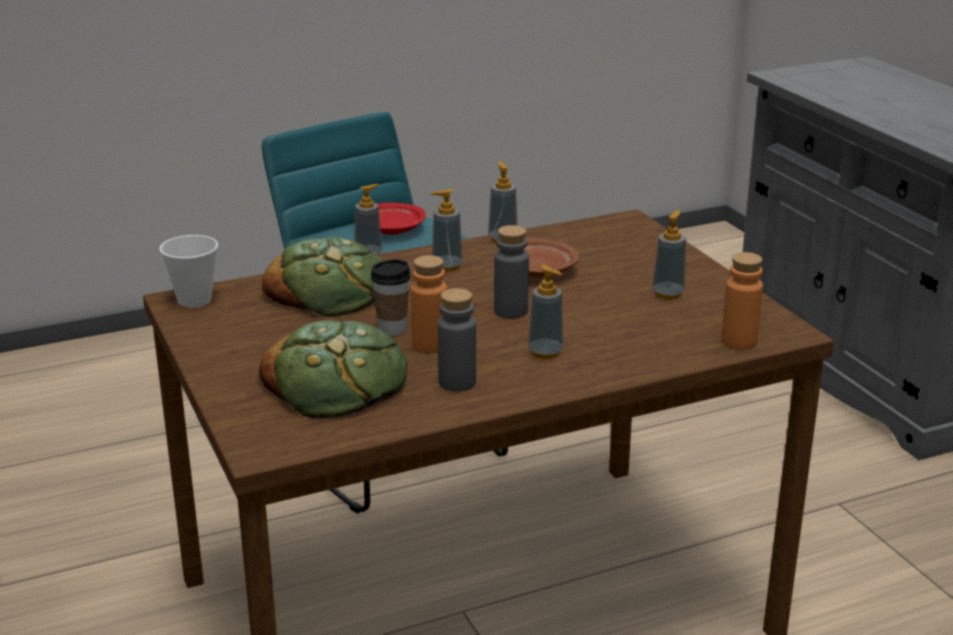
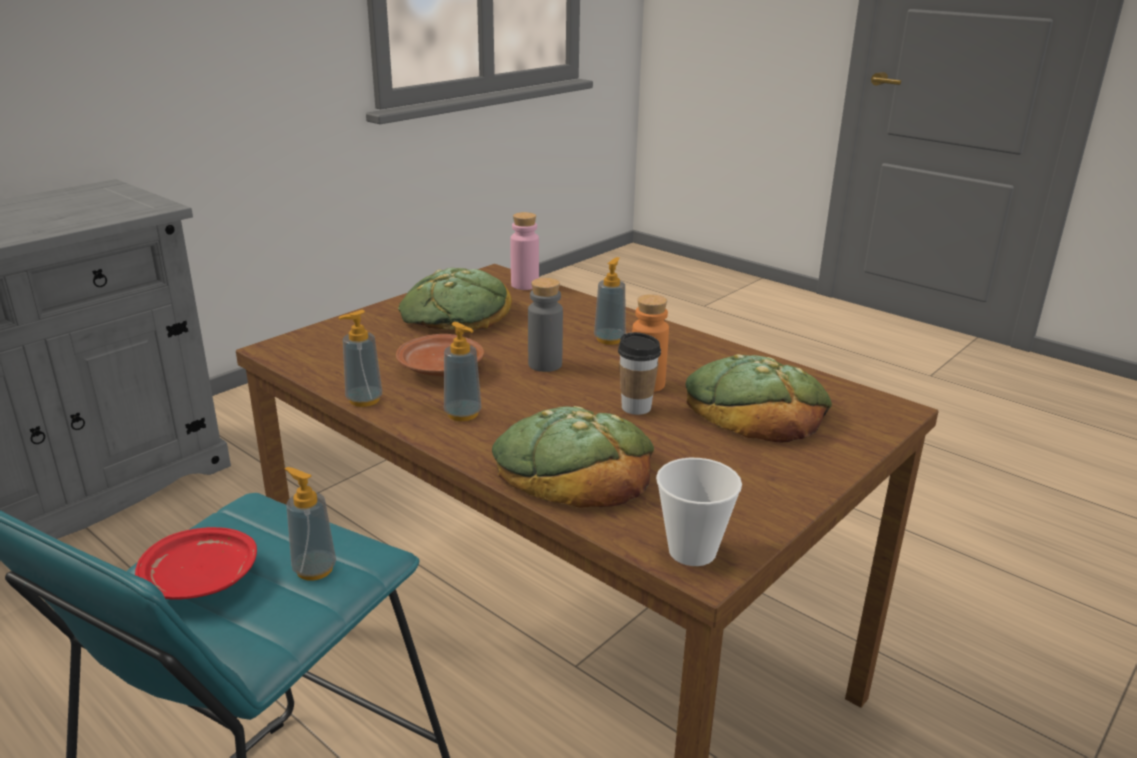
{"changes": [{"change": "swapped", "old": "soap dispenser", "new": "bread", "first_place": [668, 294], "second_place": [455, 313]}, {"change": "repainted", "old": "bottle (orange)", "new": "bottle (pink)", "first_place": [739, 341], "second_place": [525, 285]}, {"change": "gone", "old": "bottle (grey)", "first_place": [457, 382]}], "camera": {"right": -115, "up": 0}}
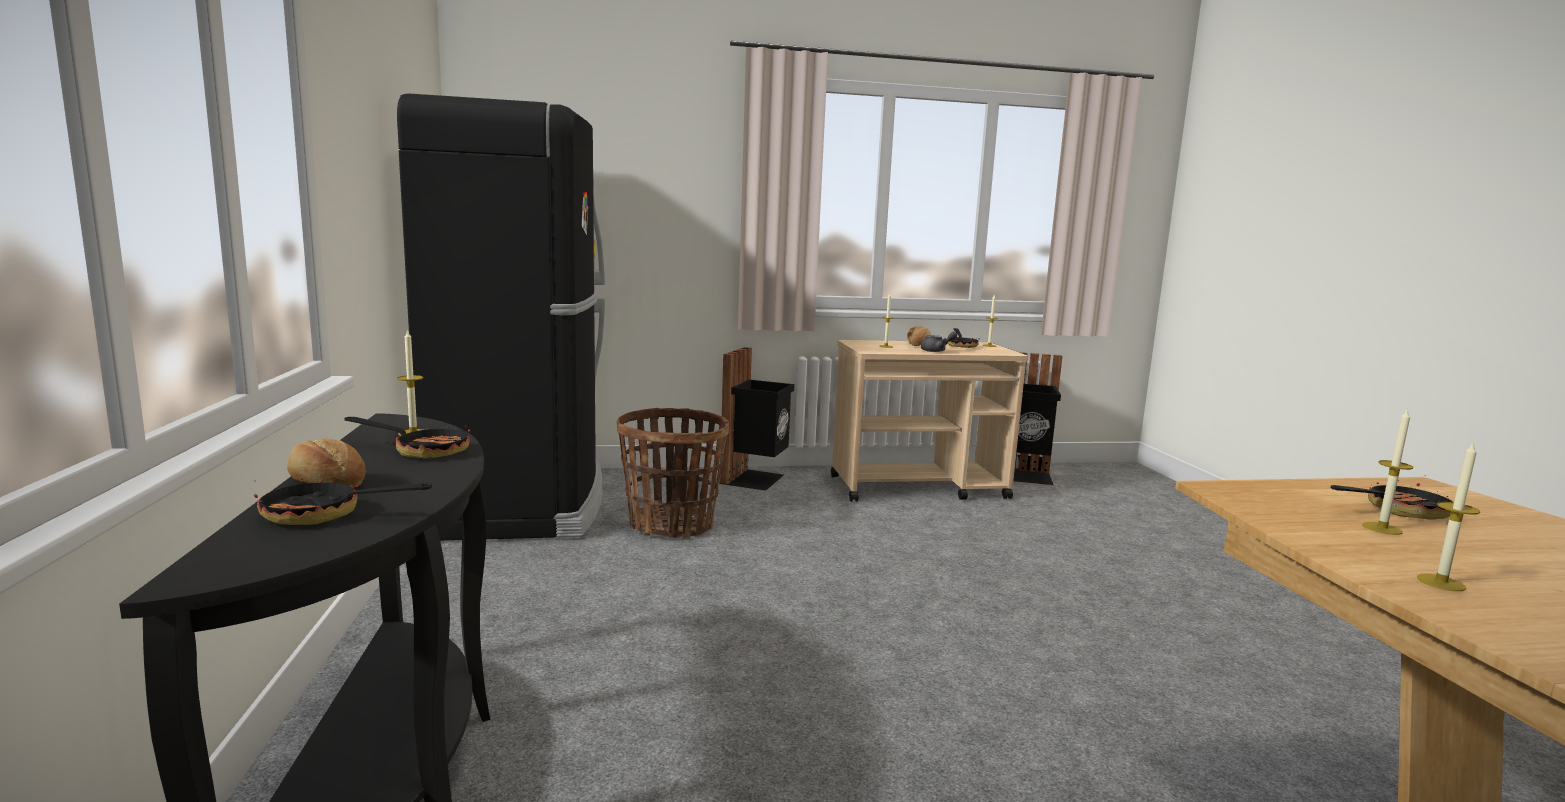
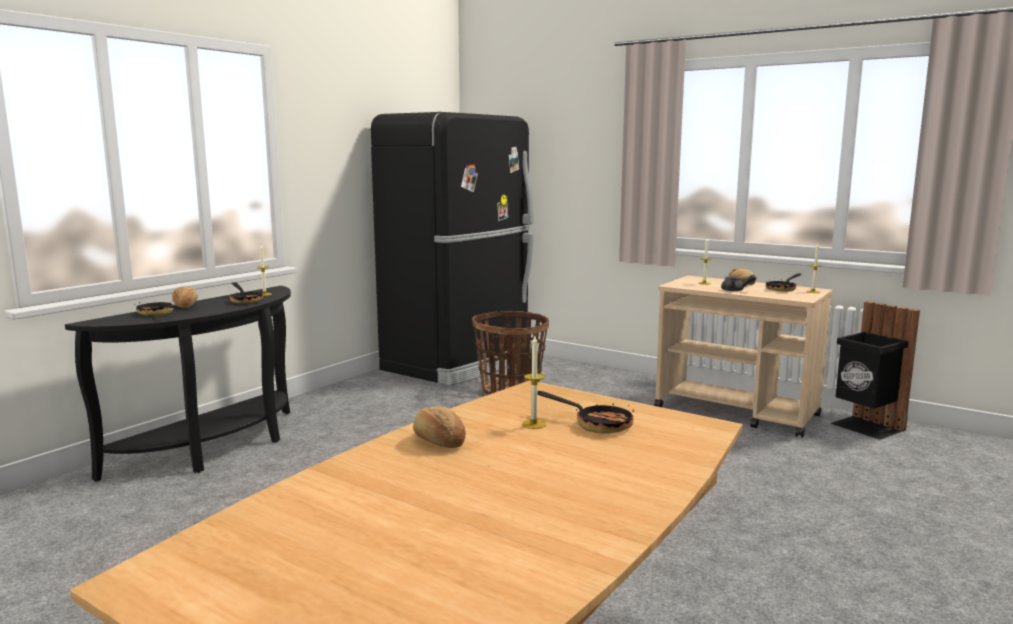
{"changes": [{"change": "swapped", "old": "candle", "new": "bread", "first_place": [1441, 582], "second_place": [438, 442]}, {"change": "gone", "old": "trash can (black)", "first_place": [756, 479]}], "camera": {"right": 45, "up": 0}}
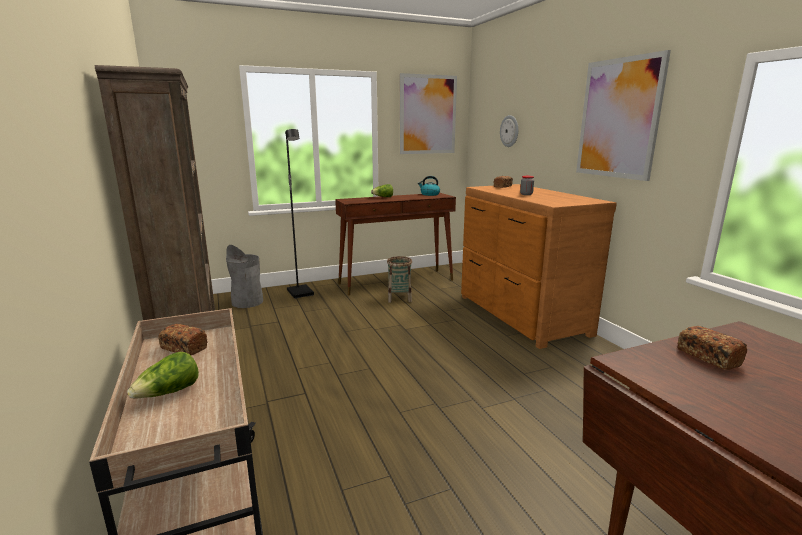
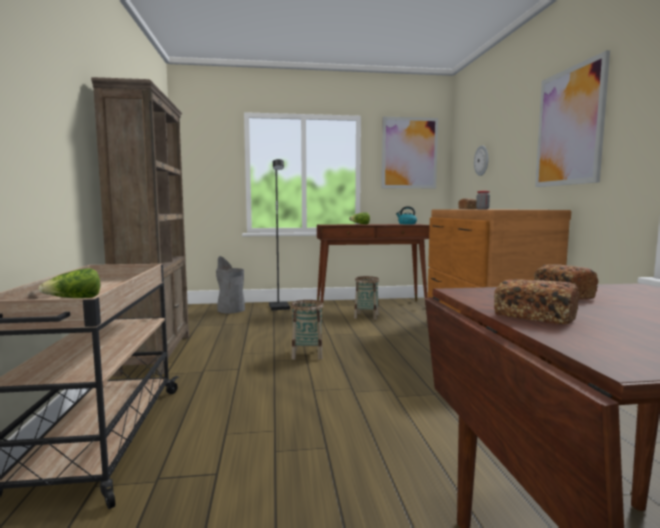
{"changes": [{"change": "new", "new": "basket", "second_place": [307, 354]}, {"change": "shifted", "old": "bread", "first_place": [184, 348], "second_place": [534, 317]}], "camera": {"right": 15, "up": -10}}
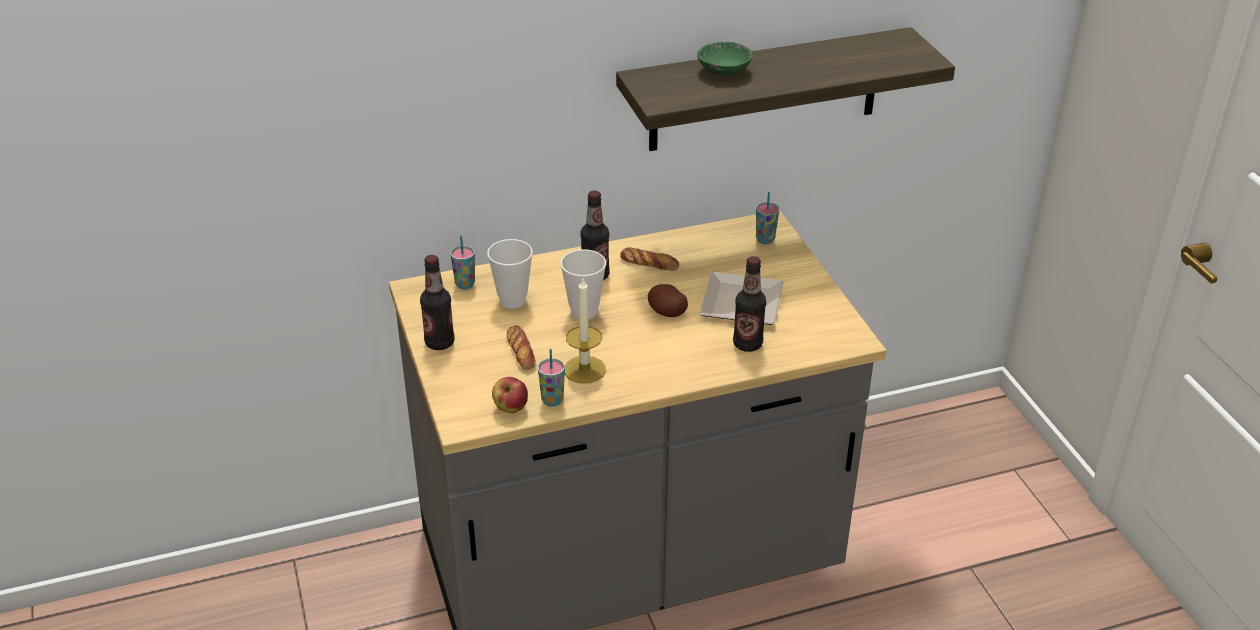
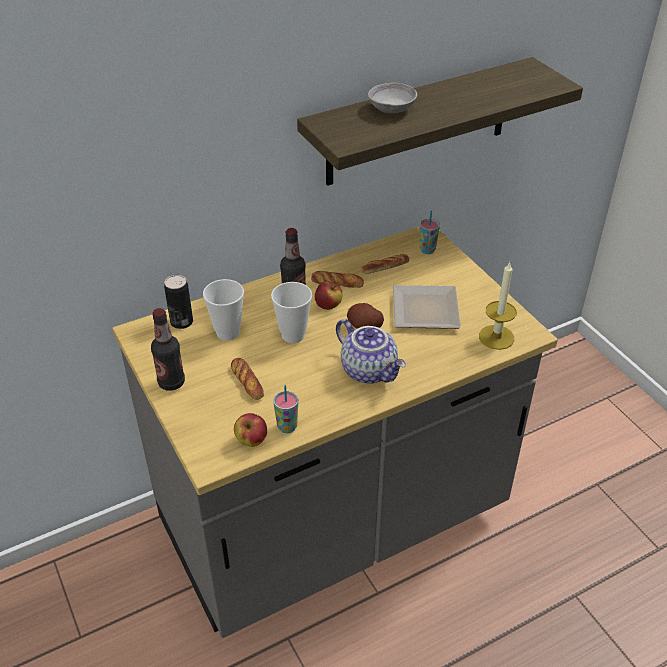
{"changes": [{"change": "swapped", "old": "cup", "new": "can", "first_place": [465, 284], "second_place": [181, 322]}, {"change": "new", "new": "apple", "second_place": [328, 306]}, {"change": "new", "new": "teapot", "second_place": [370, 370]}, {"change": "new", "new": "bread", "second_place": [385, 267]}, {"change": "repainted", "old": "bowl (green)", "new": "bowl (grey)", "first_place": [724, 71], "second_place": [391, 109]}, {"change": "shifted", "old": "candle", "first_place": [584, 369], "second_place": [496, 337]}, {"change": "gone", "old": "bottle", "first_place": [747, 344]}], "camera": {"right": -10, "up": 5}}
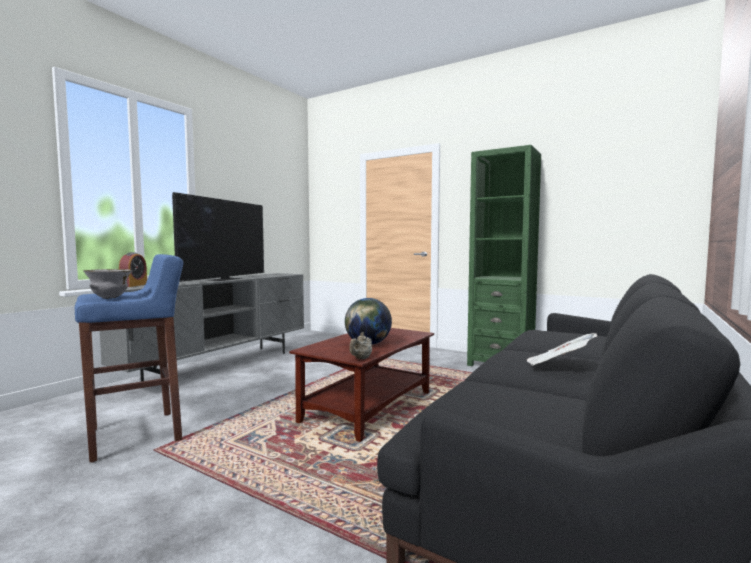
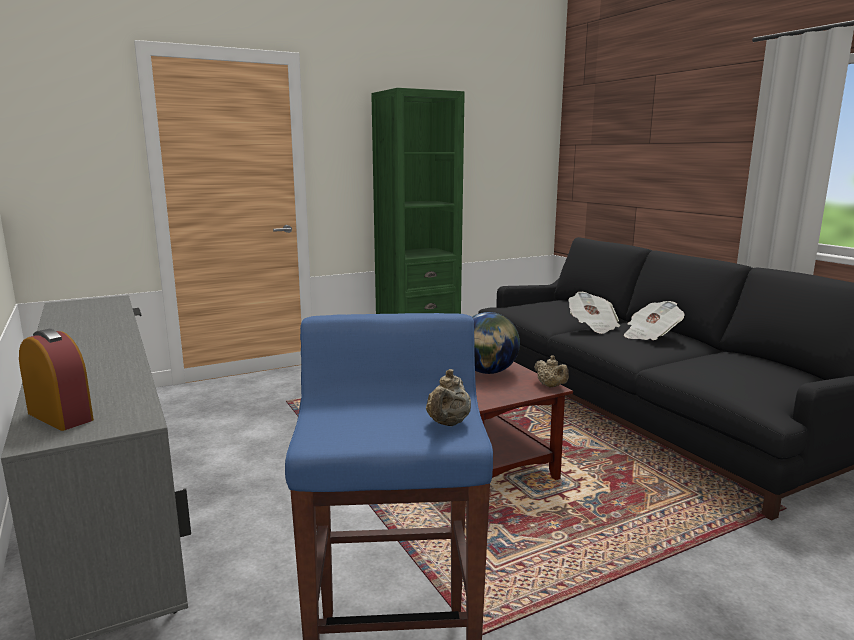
{"changes": [{"change": "swapped", "old": "bowl (grey)", "new": "teapot (beige)", "first_place": [109, 298], "second_place": [447, 423]}, {"change": "new", "new": "newspaper", "second_place": [593, 326]}, {"change": "gone", "old": "television", "first_place": [225, 279]}], "camera": {"right": -60, "up": 10}}
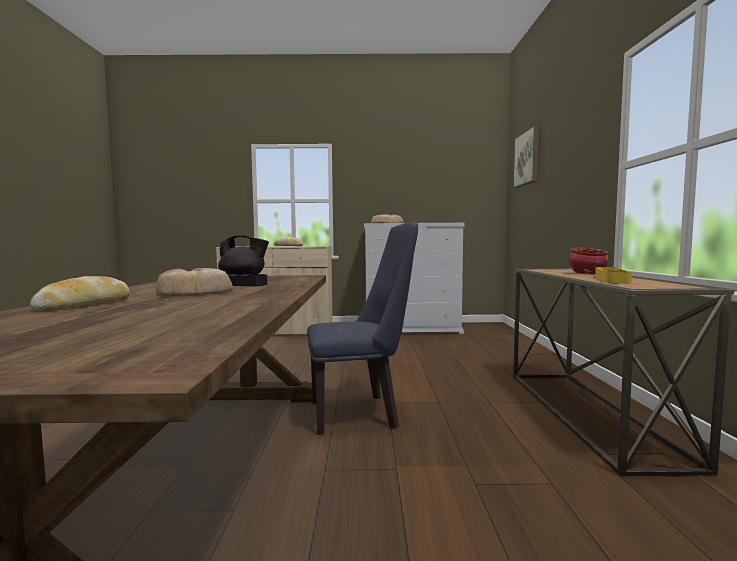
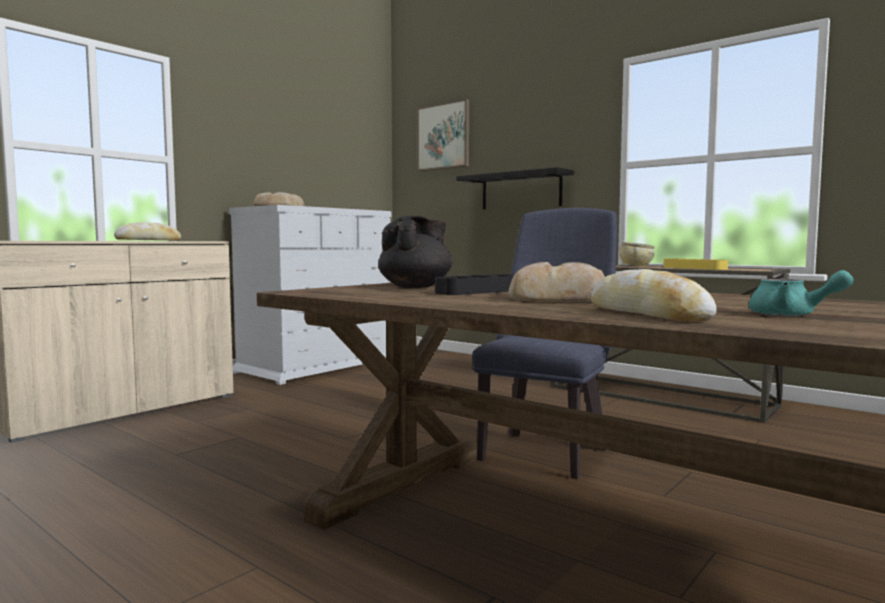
{"changes": [{"change": "new", "new": "shelf (black)", "second_place": [521, 191]}, {"change": "repainted", "old": "bowl (red)", "new": "bowl (beige)", "first_place": [587, 273], "second_place": [635, 266]}, {"change": "new", "new": "teapot (turquoise)", "second_place": [791, 315]}], "camera": {"right": -50, "up": 0}}
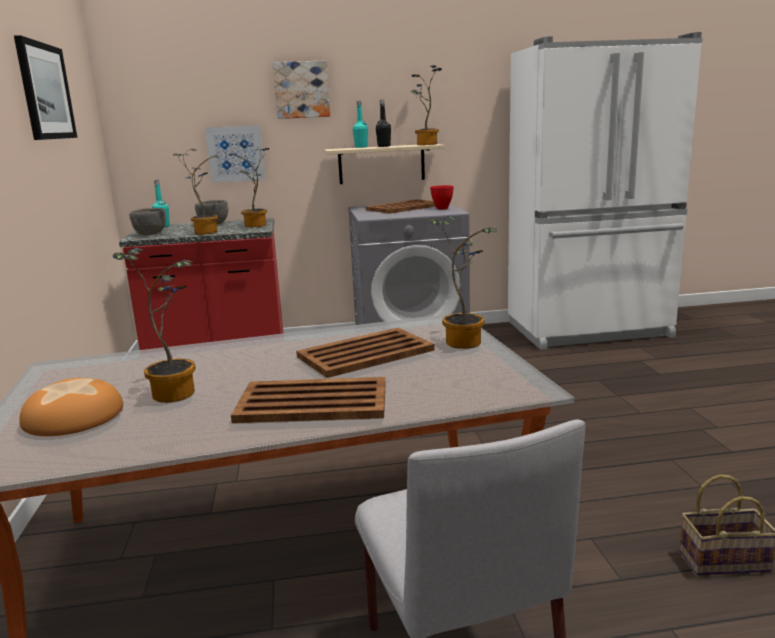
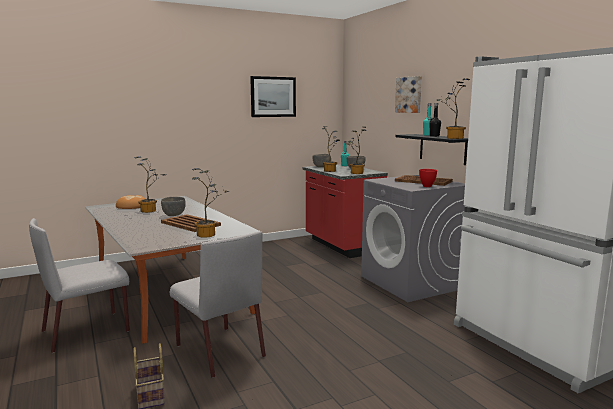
{"changes": [{"change": "new", "new": "bowl (grey)", "second_place": [174, 215]}, {"change": "new", "new": "chair (grey)", "second_place": [219, 350]}, {"change": "repainted", "old": "shelf (beige)", "new": "shelf (black)", "first_place": [381, 164], "second_place": [442, 149]}, {"change": "gone", "old": "picture", "first_place": [235, 154]}, {"change": "gone", "old": "tray (brown)", "first_place": [311, 402]}], "camera": {"right": 70, "up": -5}}
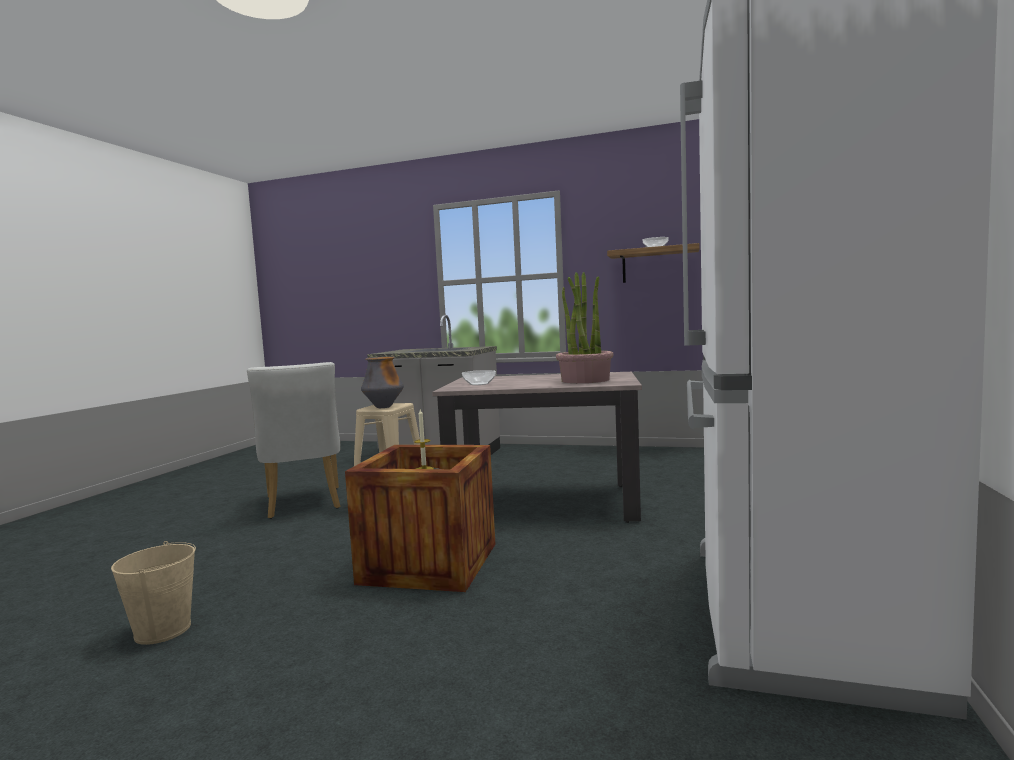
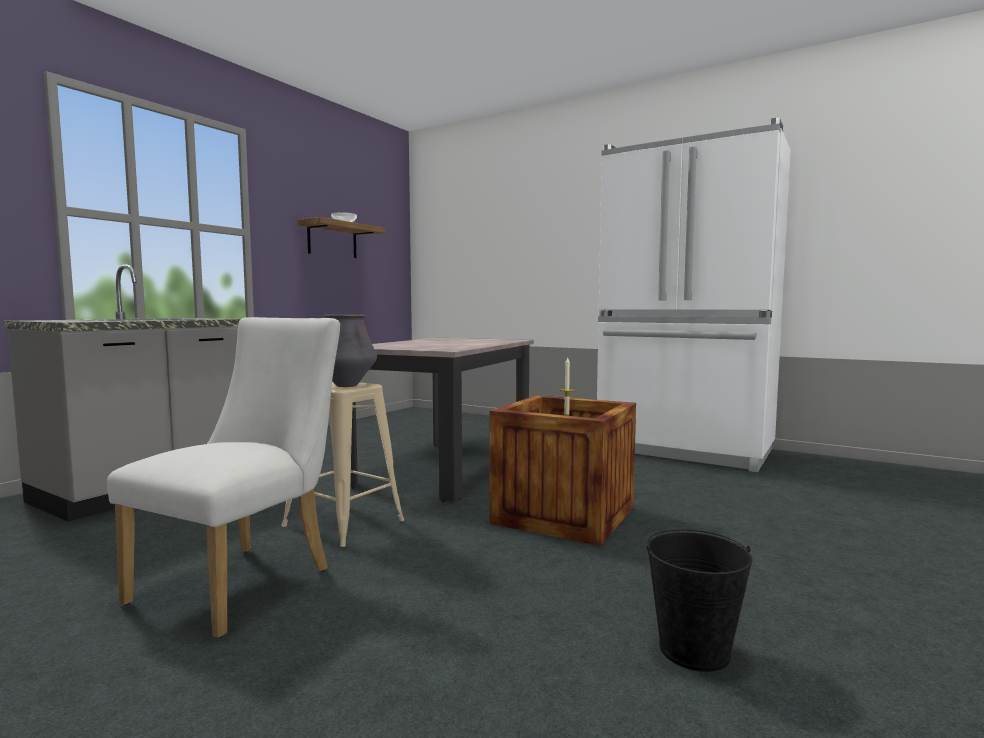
{"changes": [{"change": "rotated", "old": "chair (white)", "first_place": [304, 504], "second_place": [245, 581], "degrees": -60}, {"change": "repainted", "old": "bucket (beige)", "new": "bucket (black)", "first_place": [162, 630], "second_place": [694, 650]}, {"change": "gone", "old": "bowl", "first_place": [479, 384]}, {"change": "gone", "old": "potted plant", "first_place": [585, 380]}], "camera": {"right": -75, "up": 0}}
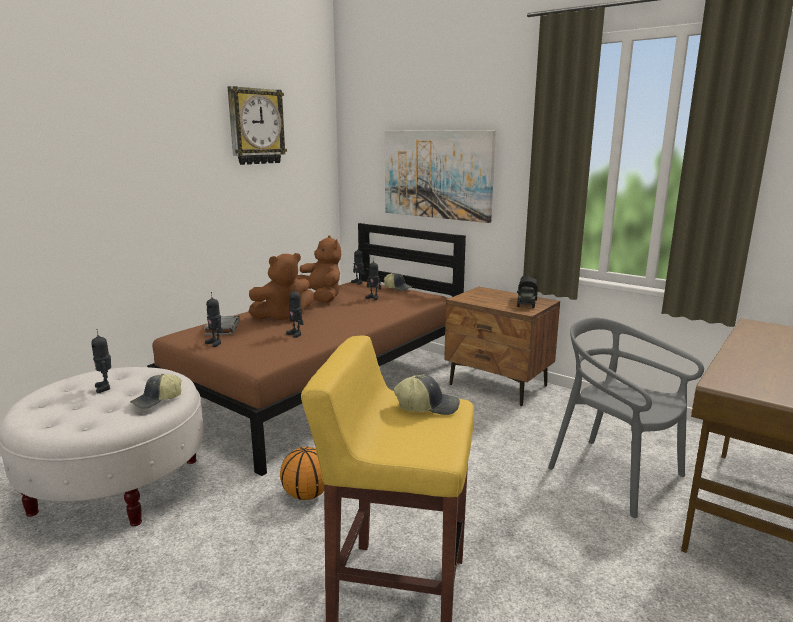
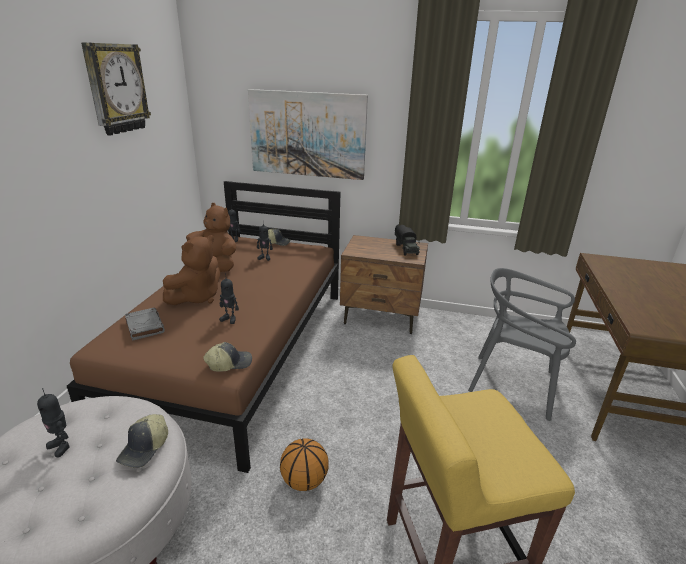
{"changes": [{"change": "shifted", "old": "cap", "first_place": [427, 406], "second_place": [229, 363]}, {"change": "gone", "old": "toy robot", "first_place": [215, 343]}], "camera": {"right": -25, "up": 10}}
